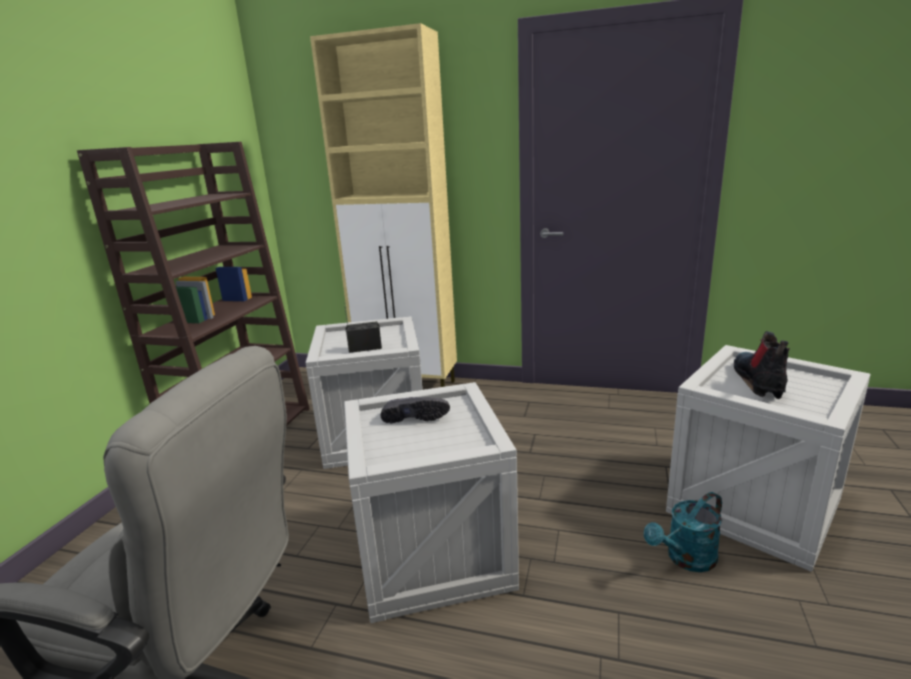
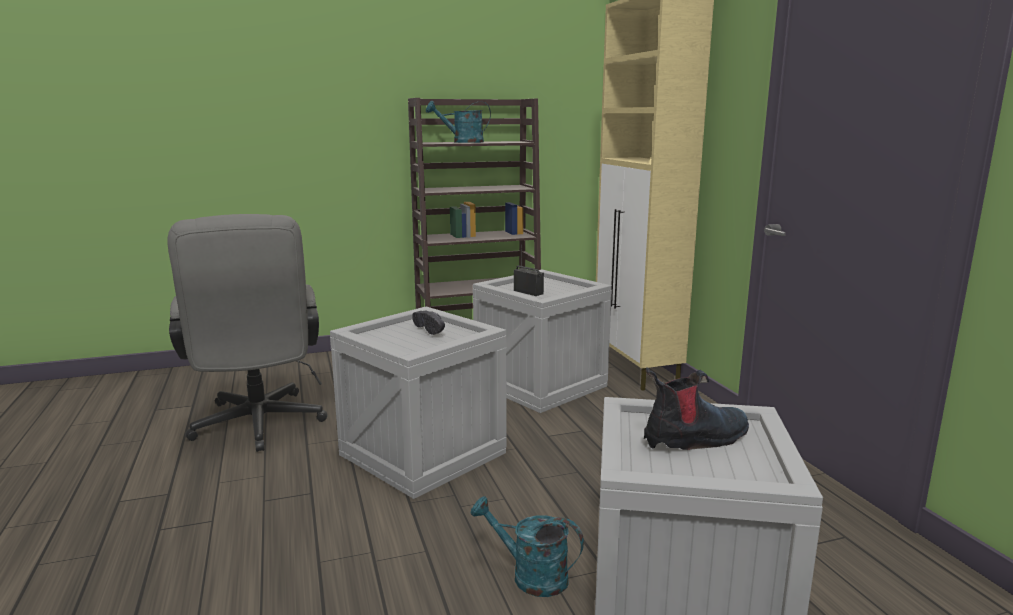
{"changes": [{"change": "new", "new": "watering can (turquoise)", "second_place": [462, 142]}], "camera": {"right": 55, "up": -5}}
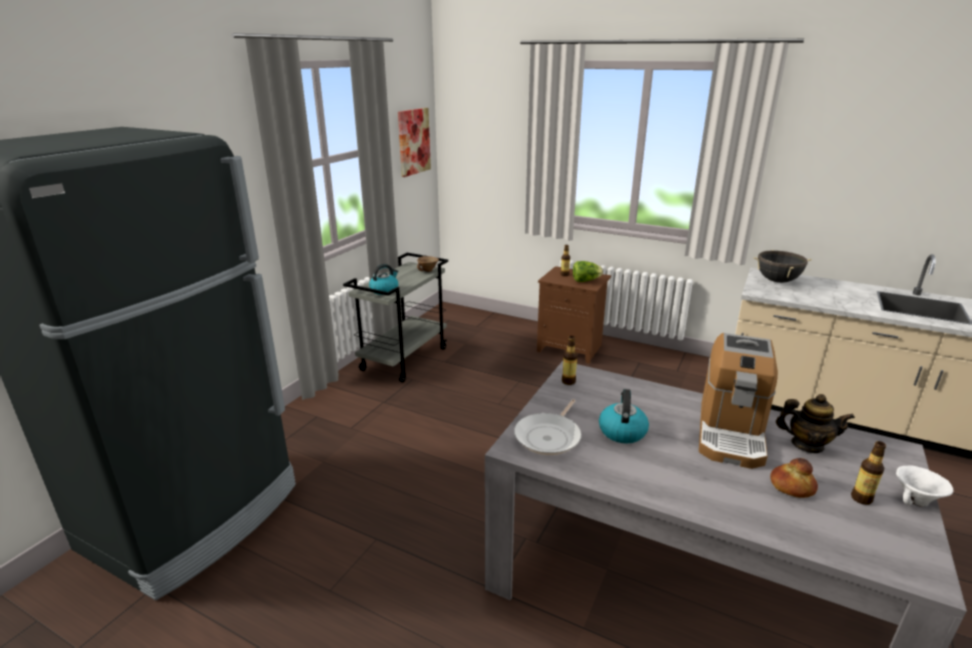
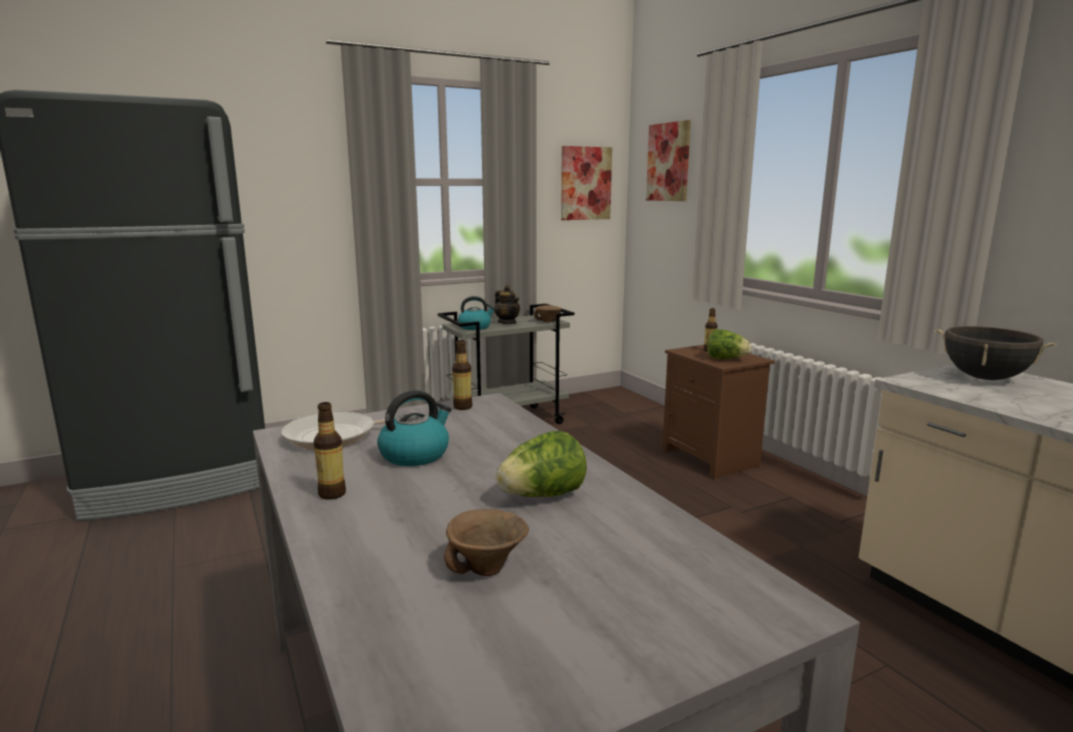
{"changes": [{"change": "shifted", "old": "bottle", "first_place": [861, 498], "second_place": [332, 494]}, {"change": "swapped", "old": "bread", "new": "bowl (brown)", "first_place": [791, 486], "second_place": [487, 569]}, {"change": "shifted", "old": "teapot", "first_place": [807, 445], "second_place": [507, 323]}, {"change": "swapped", "old": "coffee machine", "new": "lettuce", "first_place": [730, 432], "second_place": [542, 496]}, {"change": "new", "new": "picture", "second_place": [668, 162]}, {"change": "gone", "old": "bowl (white)", "first_place": [916, 501]}], "camera": {"right": 35, "up": -10}}
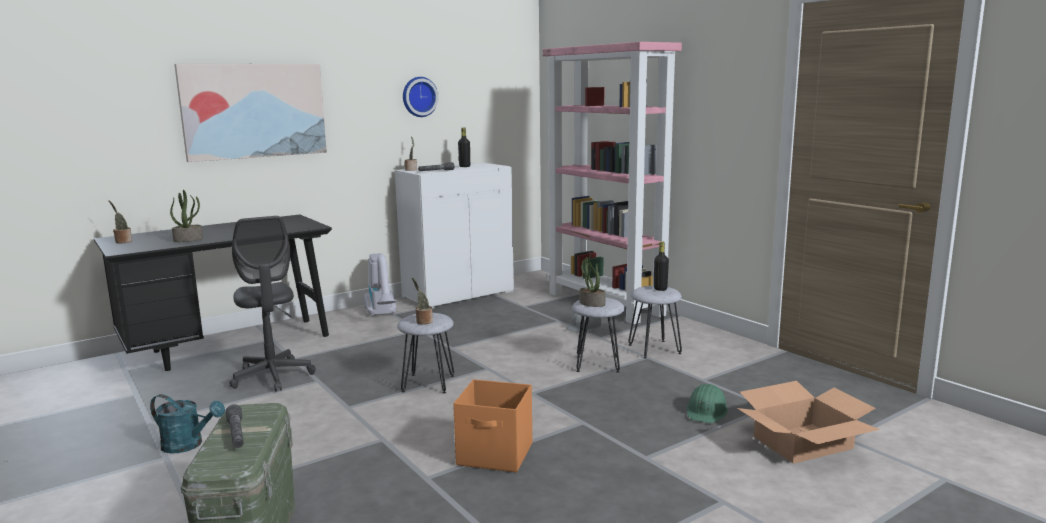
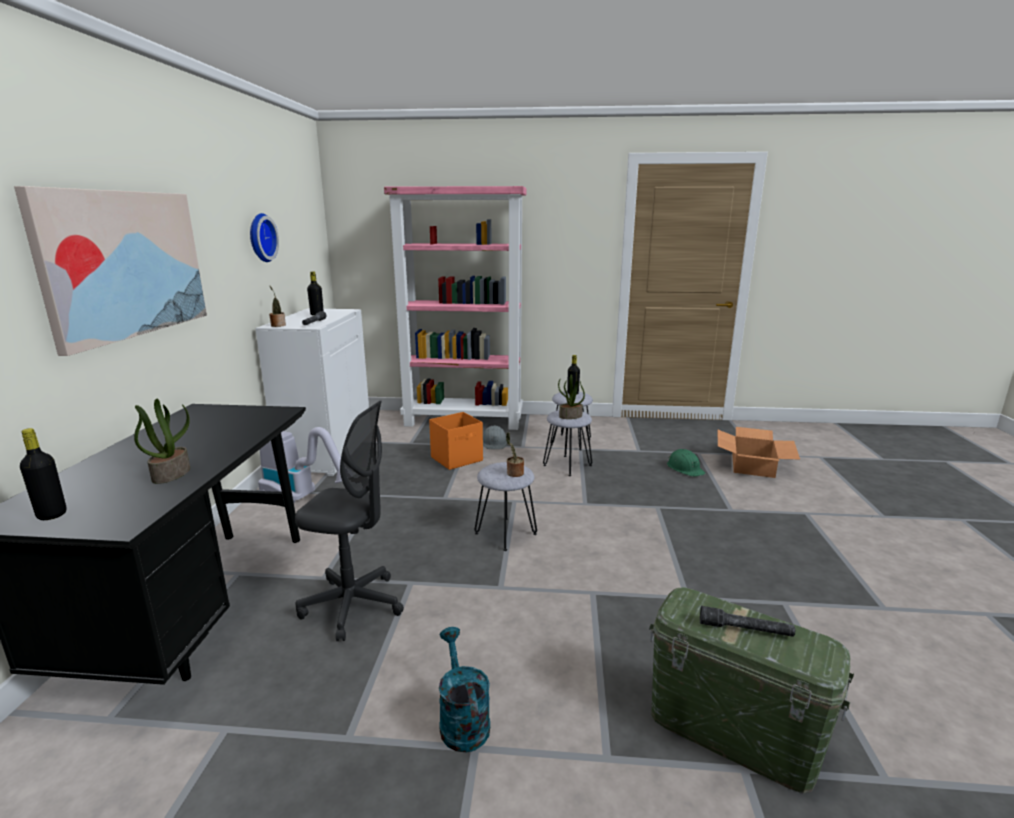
{"changes": [{"change": "swapped", "old": "potted plant", "new": "bottle (black)", "first_place": [122, 241], "second_place": [52, 514]}, {"change": "shifted", "old": "storage box (orange)", "first_place": [496, 455], "second_place": [457, 459]}, {"change": "rotated", "old": "watering can (turquoise)", "first_place": [188, 445], "second_place": [462, 719], "degrees": -75}], "camera": {"right": -50, "up": 5}}
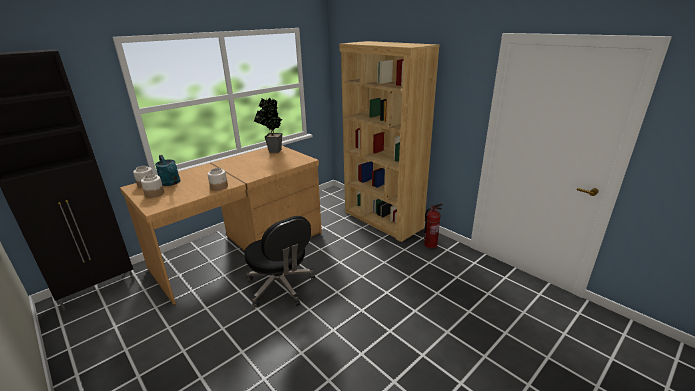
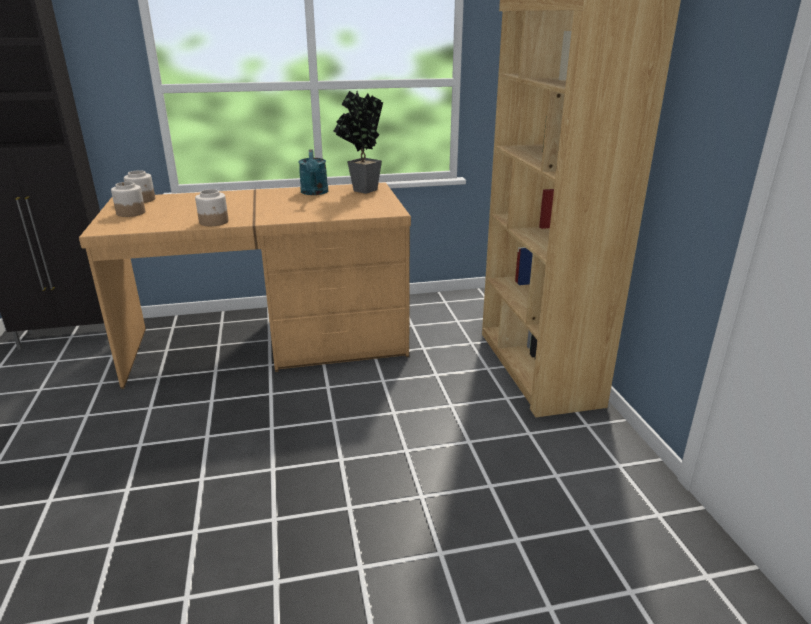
{"changes": [{"change": "shifted", "old": "watering can (turquoise)", "first_place": [171, 183], "second_place": [314, 193]}, {"change": "gone", "old": "office chair (black)", "first_place": [281, 286]}, {"change": "gone", "old": "fire extinguisher", "first_place": [430, 244]}], "camera": {"right": 30, "up": 0}}
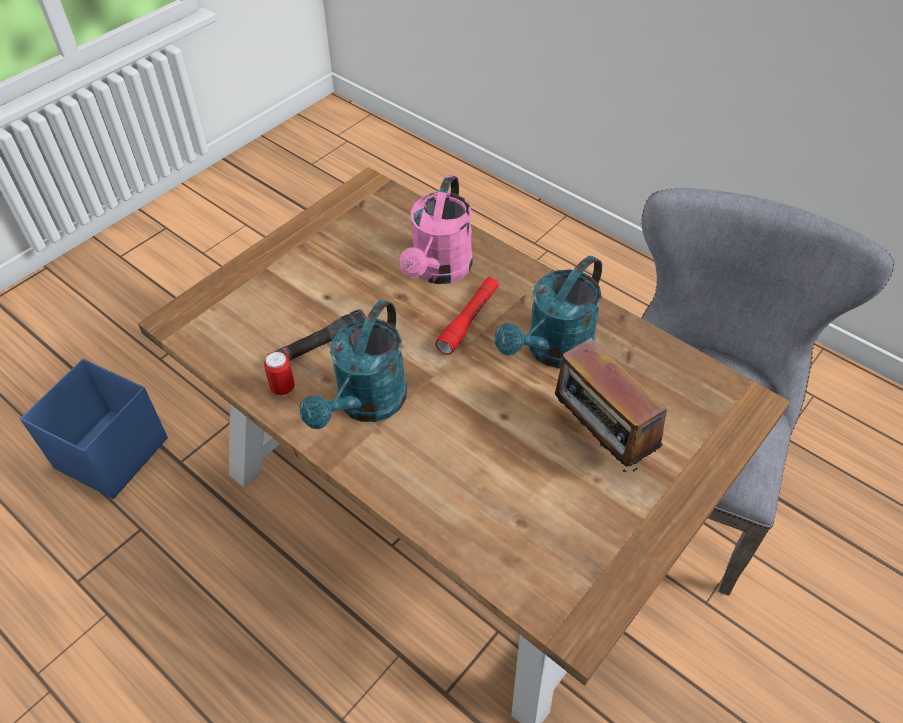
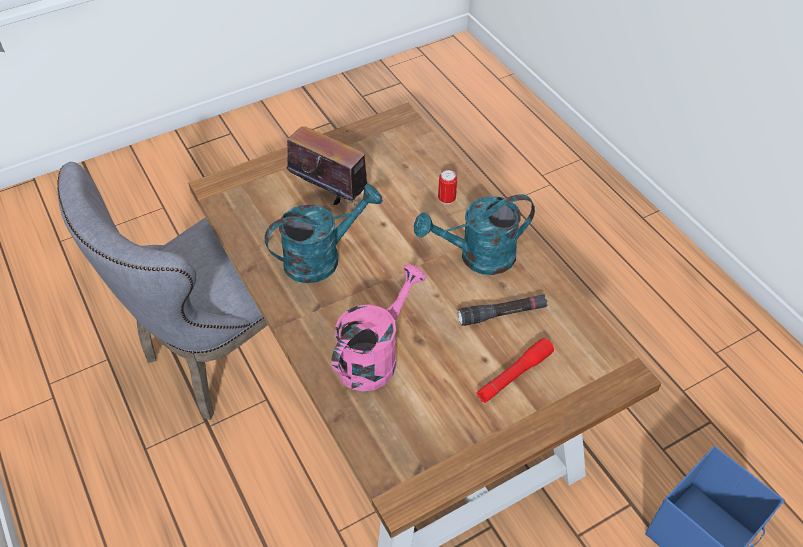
{"changes": [{"change": "rotated", "old": "radio", "first_place": [599, 440], "second_place": [329, 193], "degrees": -45}, {"change": "rotated", "old": "watering can (turquoise)", "first_place": [366, 405], "second_place": [477, 257], "degrees": -150}, {"change": "shifted", "old": "can", "first_place": [283, 388], "second_place": [446, 199]}, {"change": "shifted", "old": "flashlight (red)", "first_place": [469, 320], "second_place": [514, 375]}], "camera": {"right": -160, "up": 0}}
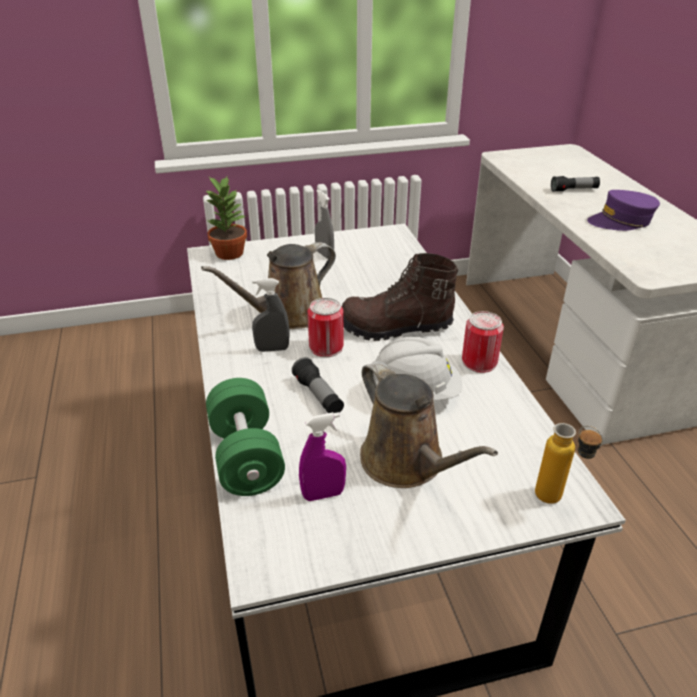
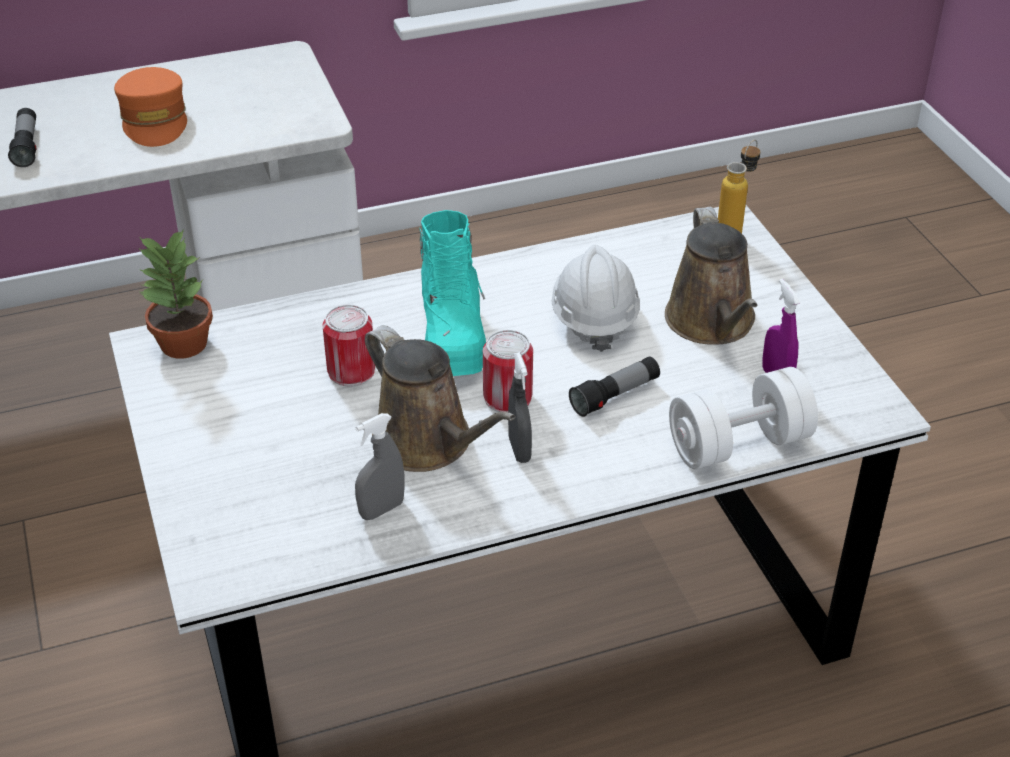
{"changes": [{"change": "repainted", "old": "cap (purple)", "new": "cap (orange)", "first_place": [621, 221], "second_place": [154, 120]}, {"change": "shifted", "old": "potted plant", "first_place": [229, 253], "second_place": [182, 344]}, {"change": "shifted", "old": "can", "first_place": [479, 362], "second_place": [351, 371]}, {"change": "shifted", "old": "spray bottle (grey)", "first_place": [324, 254], "second_place": [381, 509]}, {"change": "repainted", "old": "boot (brown)", "new": "boot (turquoise)", "first_place": [395, 328], "second_place": [453, 336]}, {"change": "rotated", "old": "watering can (brown)", "first_place": [407, 463], "second_place": [712, 323], "degrees": 120}, {"change": "repainted", "old": "dumbbell (green)", "new": "dumbbell (white)", "first_place": [246, 456], "second_place": [738, 444]}], "camera": {"right": -95, "up": 5}}
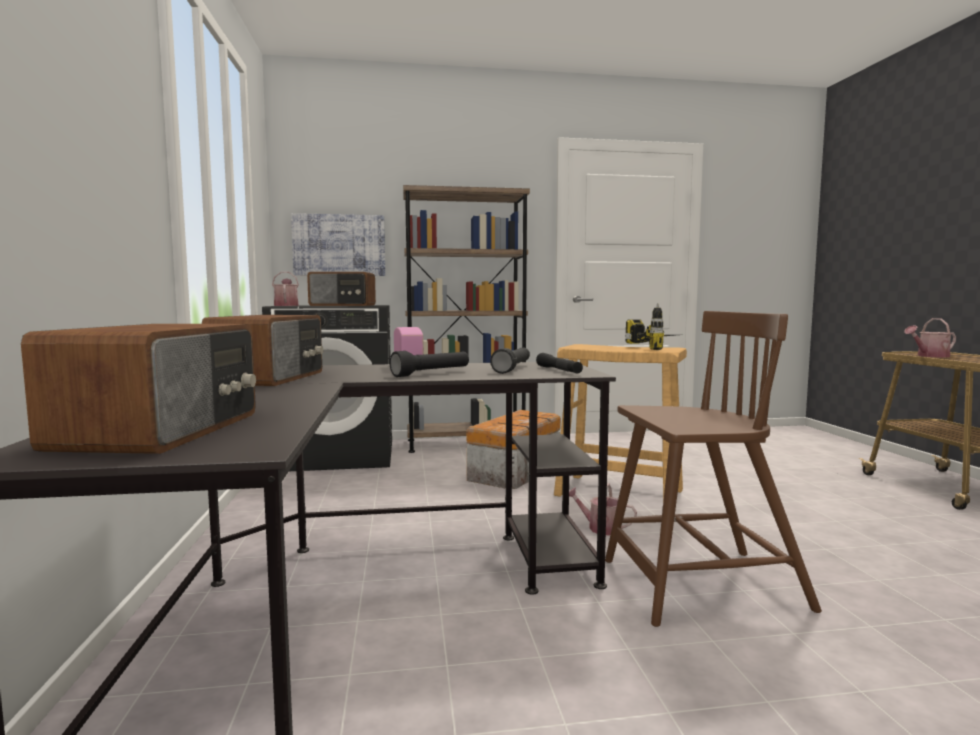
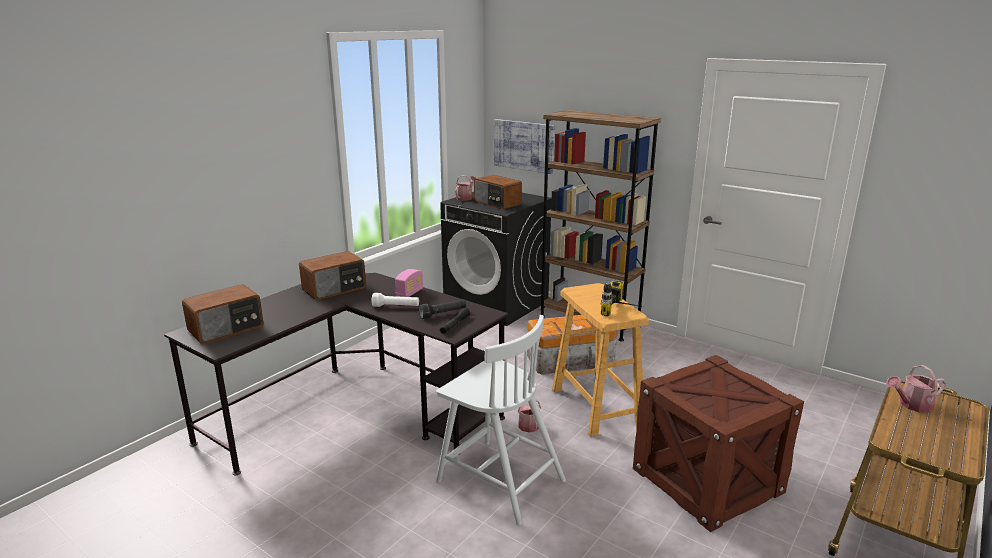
{"changes": [{"change": "repainted", "old": "flashlight (black)", "new": "flashlight (white)", "first_place": [431, 373], "second_place": [396, 307]}, {"change": "repainted", "old": "chair (brown)", "new": "chair (white)", "first_place": [699, 585], "second_place": [498, 480]}, {"change": "new", "new": "crate", "second_place": [707, 480]}, {"change": "rotated", "old": "watering can", "first_place": [929, 356], "second_place": [911, 405], "degrees": -45}], "camera": {"right": 45, "up": 15}}
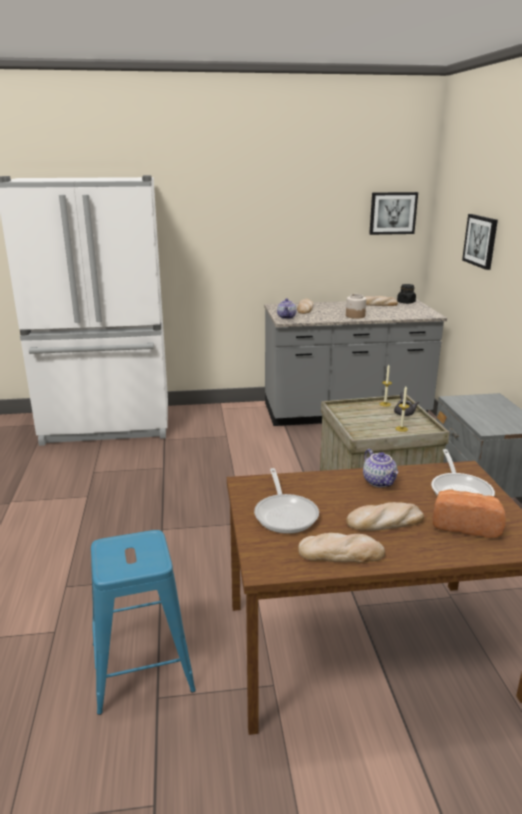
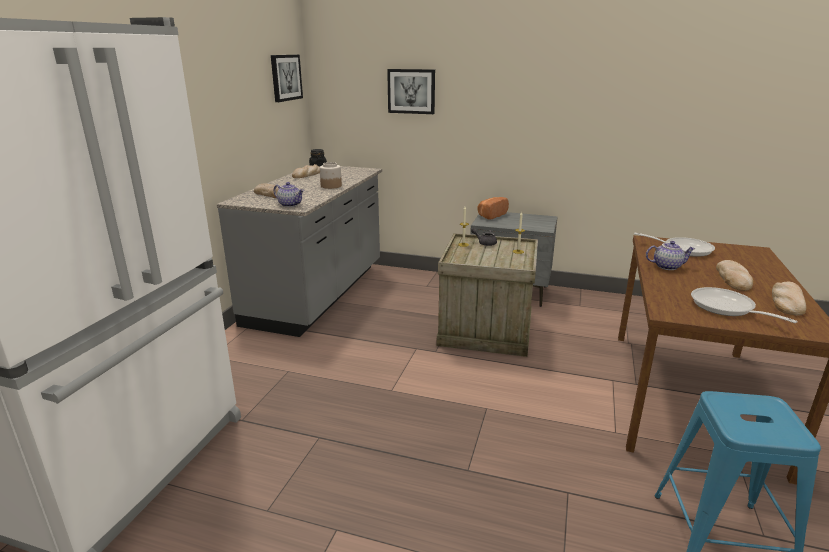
{"changes": [{"change": "shifted", "old": "bread", "first_place": [465, 525], "second_place": [491, 215]}, {"change": "rotated", "old": "frying pan", "first_place": [285, 514], "second_place": [726, 308], "degrees": -135}], "camera": {"right": -65, "up": 0}}
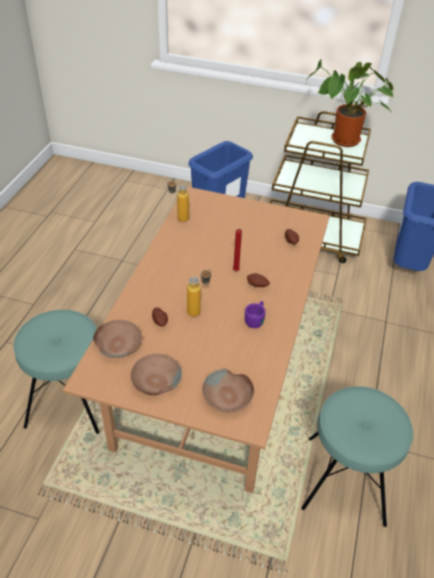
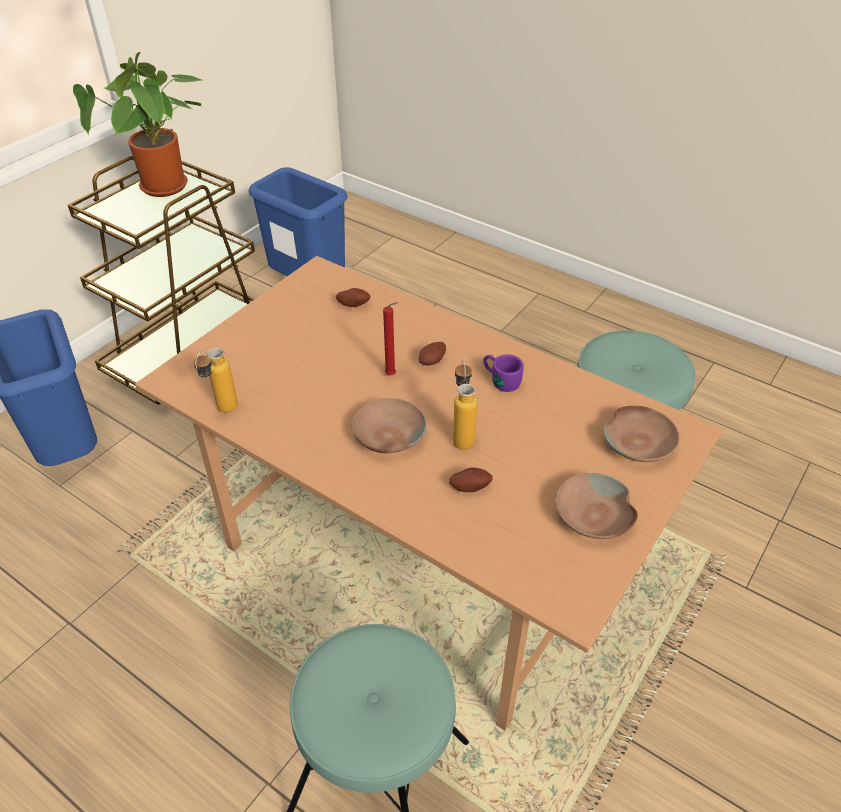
{"changes": [{"change": "shifted", "old": "bowl (brown)", "first_place": [118, 343], "second_place": [387, 435]}], "camera": {"right": -70, "up": 0}}
